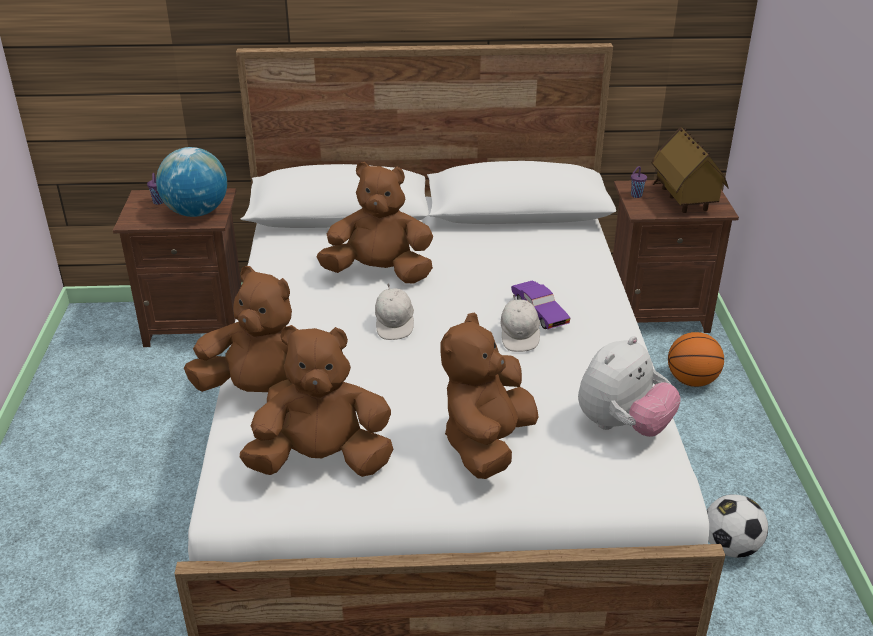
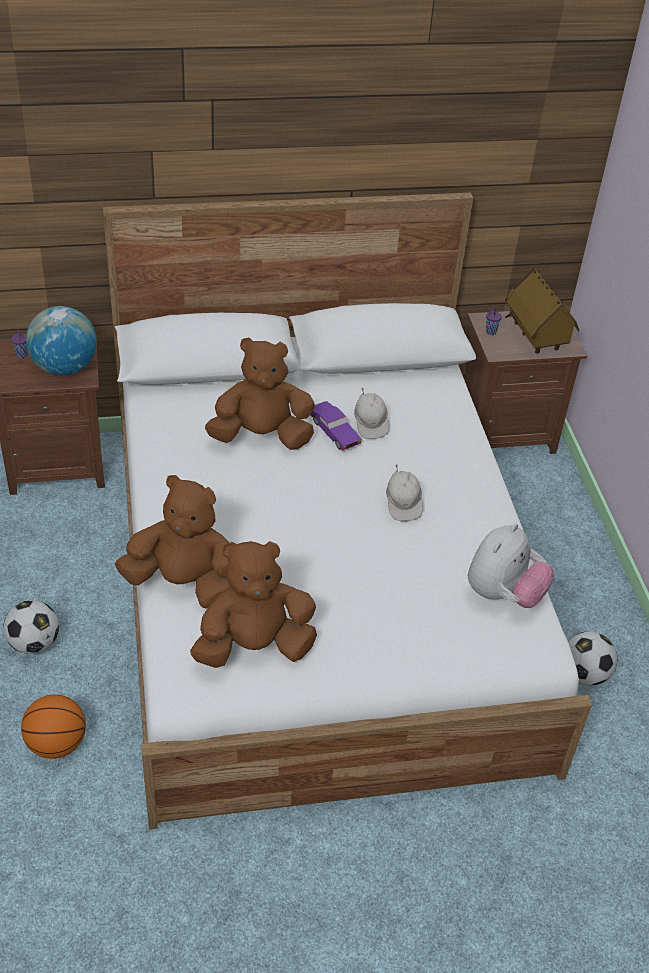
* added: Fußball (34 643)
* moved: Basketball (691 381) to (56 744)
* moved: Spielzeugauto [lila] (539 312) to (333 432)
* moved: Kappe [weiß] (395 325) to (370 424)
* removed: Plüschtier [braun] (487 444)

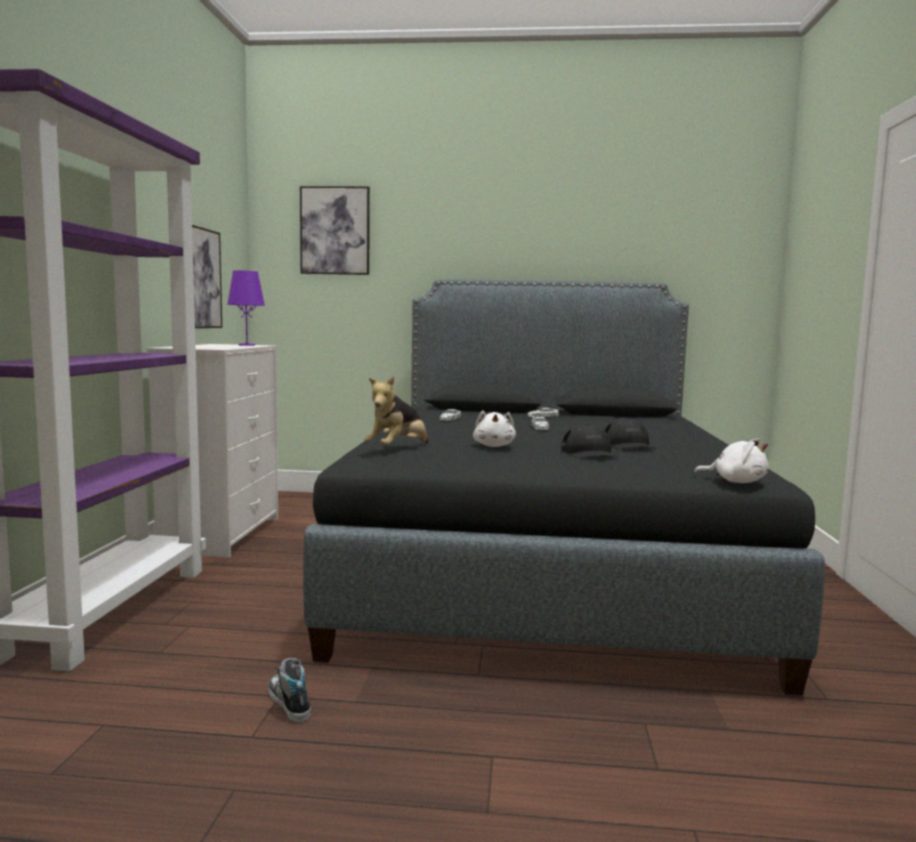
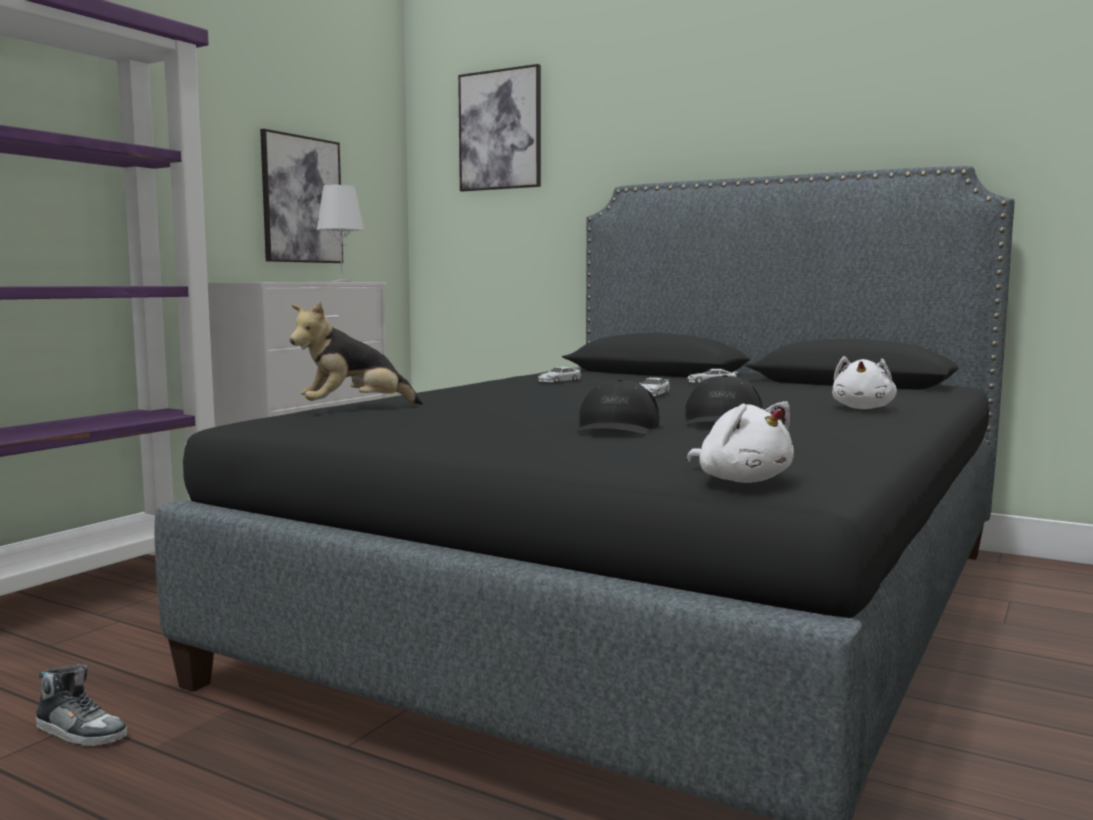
* turned: Schuh (289 703) = (81 732) 120 degrees clockwise
* recoloured: Tischlampe [lila] (247 345) to Tischlampe [weiß] (342 281)
* moved: Plüschtier [weiß] (494 446) to (863 408)

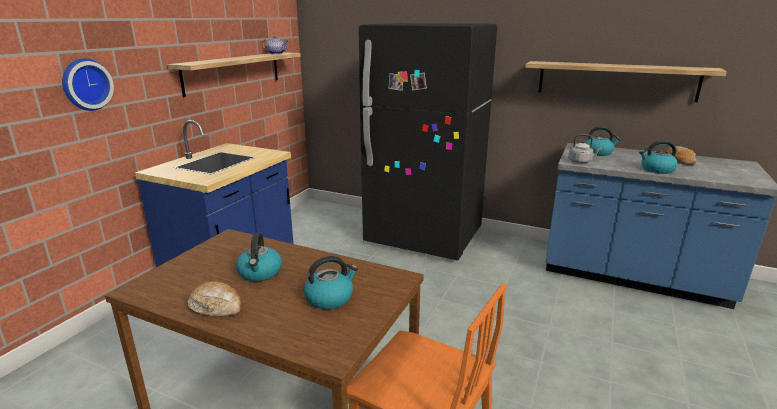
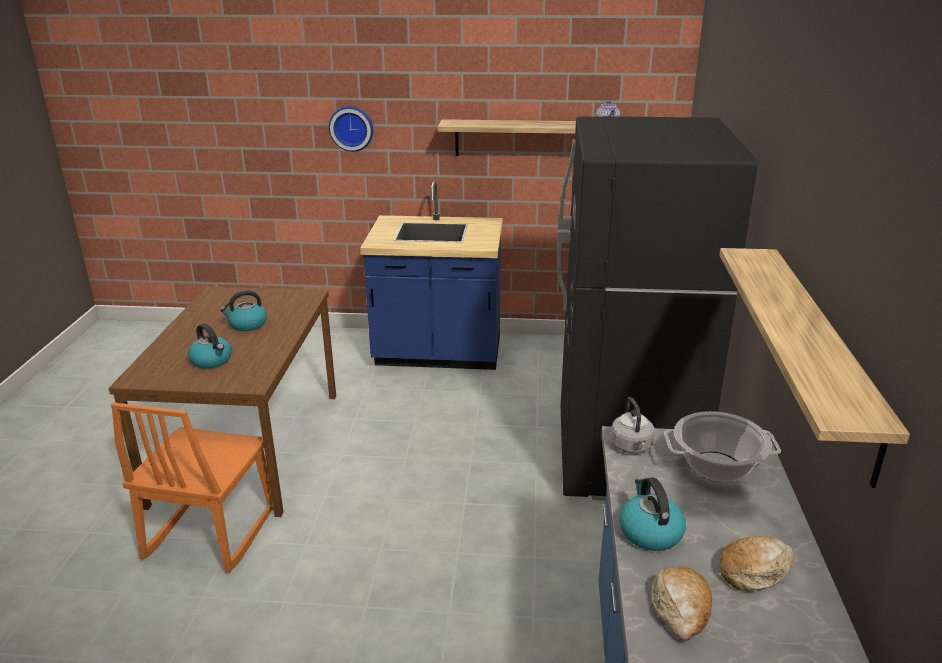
* moved: Brot (217 307) to (681 609)
* replaced: Wasserkessel (598 153) to Kochtopf (717 467)

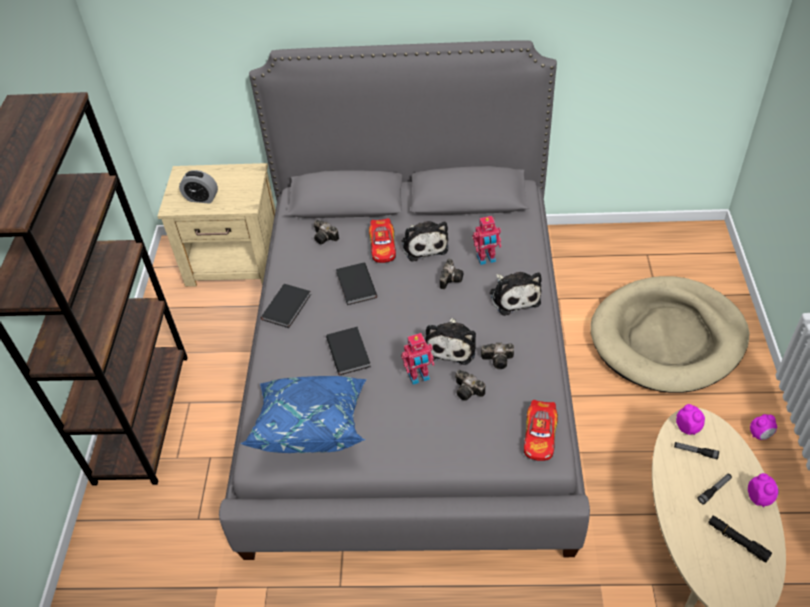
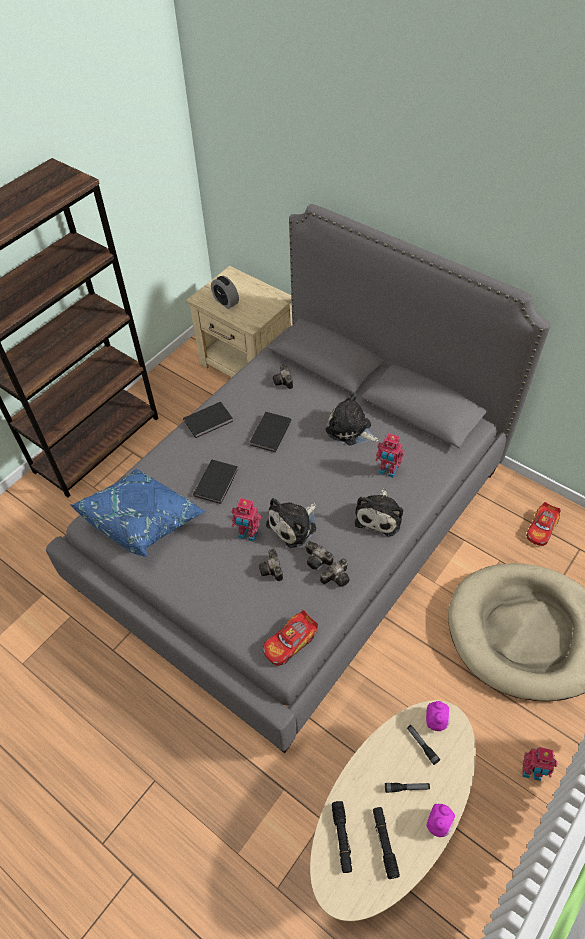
* moved: Kamera (450 278) to (337 577)
* turned: Plüschtier (424 245) = (350 430) 105 degrees clockwise
* added: Taschenlampe [schwarz] (342 838)
* replaced: Wecker (760 434) to Spielzeugroboter (531 772)
* moved: Spielzeugauto (383 246) to (541 528)

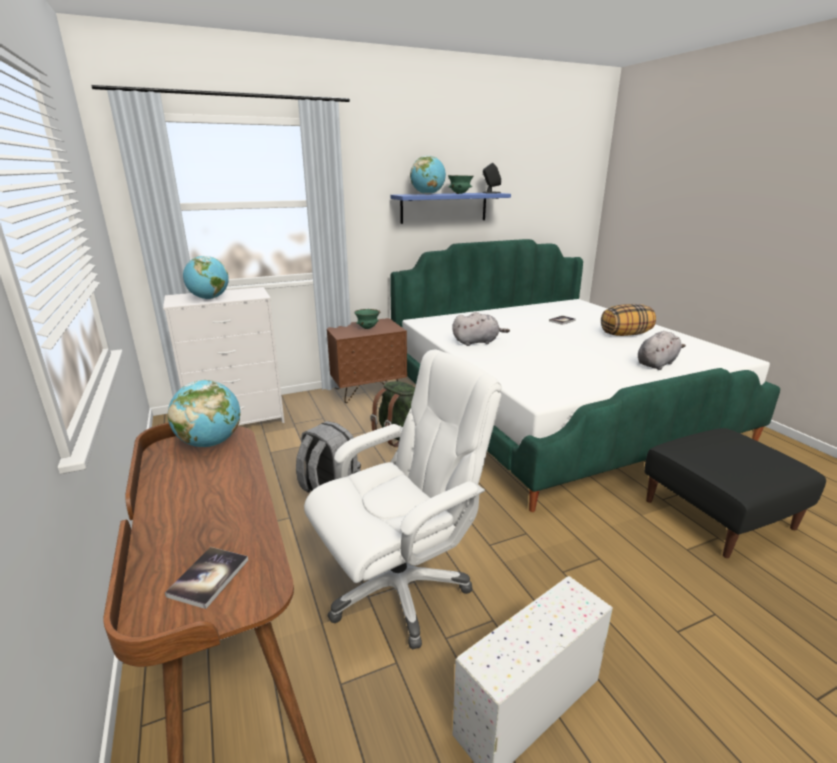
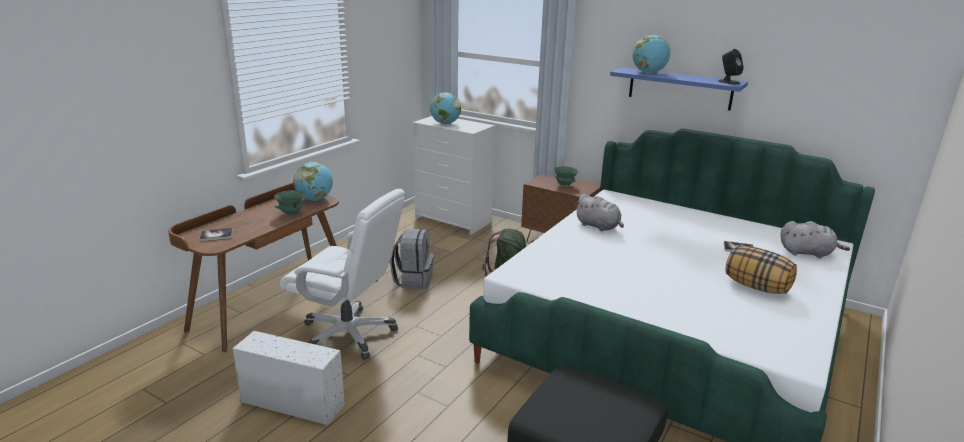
* moved: Schüssel [grün] (459 193) to (291 214)
* moved: Plüschtier [grau] (657 363) to (807 253)

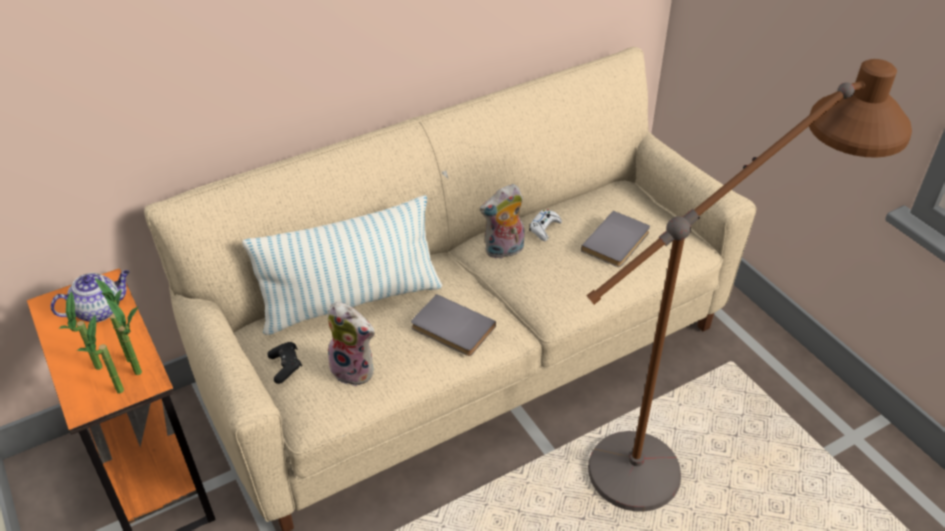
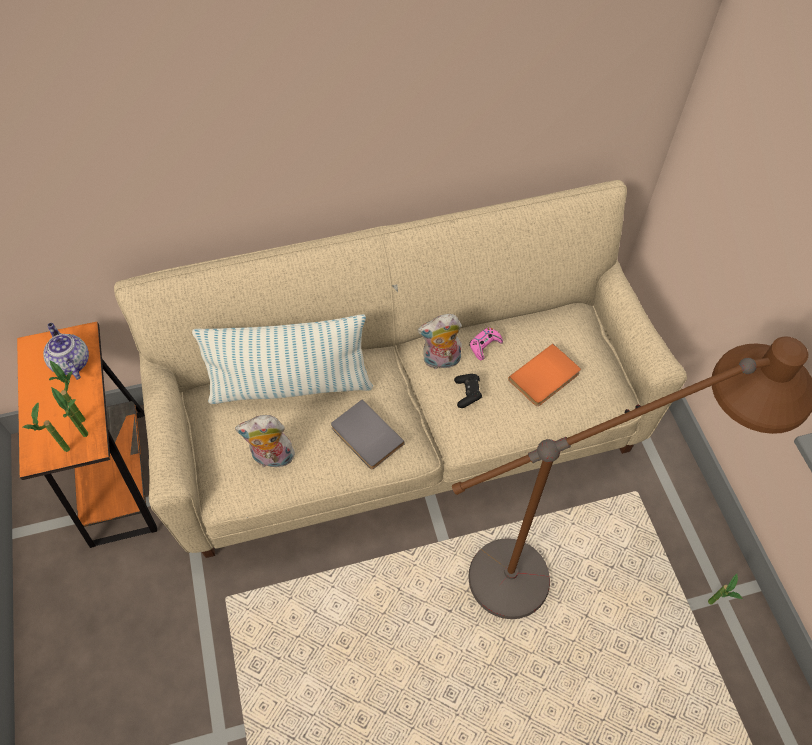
* turned: Teekanne (100 310) = (71 362) 105 degrees counterclockwise
* turned: Plüschtier (355 369) = (272 458) 135 degrees clockwise
* moved: Gamepad [schwarz] (286 367) to (468 393)
* recoloured: Gamepad [weiß] (544 228) to Gamepad [rosa] (484 345)
* recoloured: Buch [grau] (618 242) to Buch [orange] (546 378)
* moved: Topfpflanze (98 373) to (711 607)

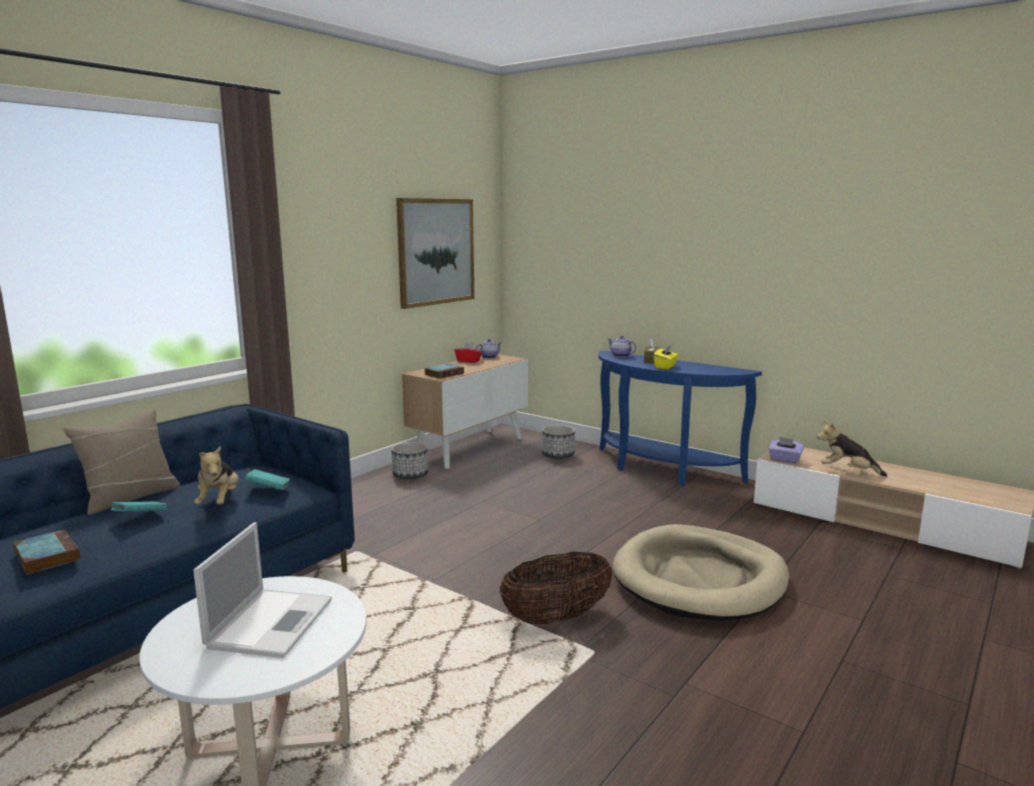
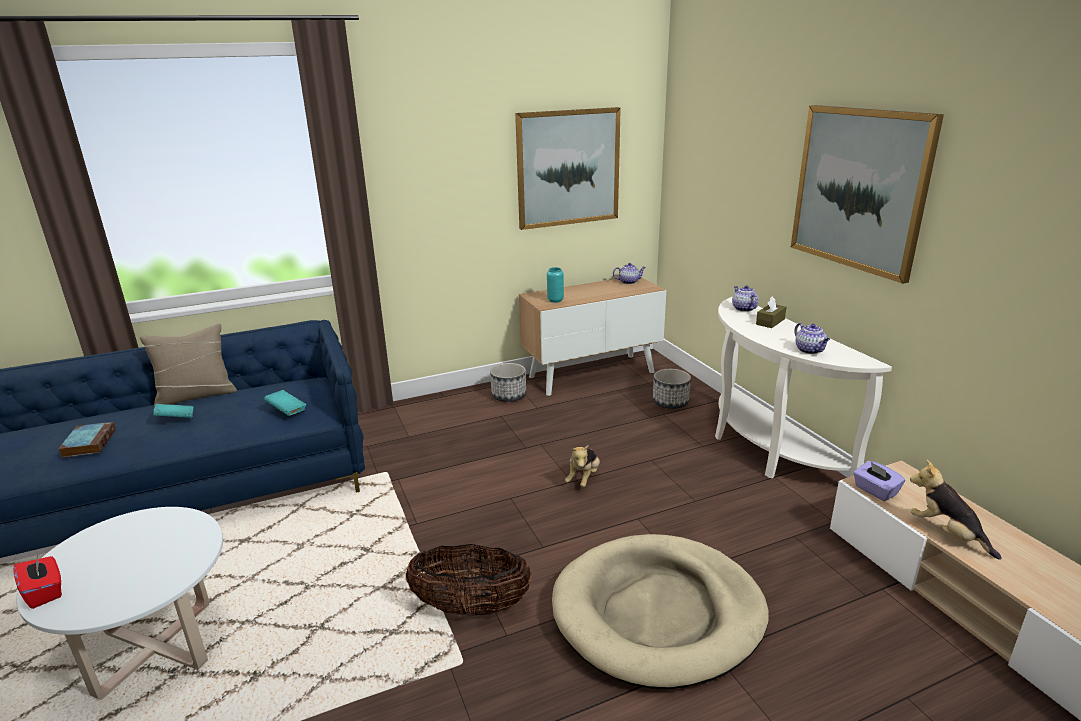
* moved: Taschentuchbox [rot] (468 361) to (45 592)
* replaced: Buch (444 374) to Vase [türkis] (555 300)
* moved: Plüschtier (220 501) to (583 478)
* recoloured: Konsolentisch [blau] (660 470) to Konsolentisch [weiß] (764 449)
* added: Bild (859 189)
* added: Teekanne (810 350)
* removed: Laptop (271 621)
* removed: Taschentuchbox [gelb] (665 367)

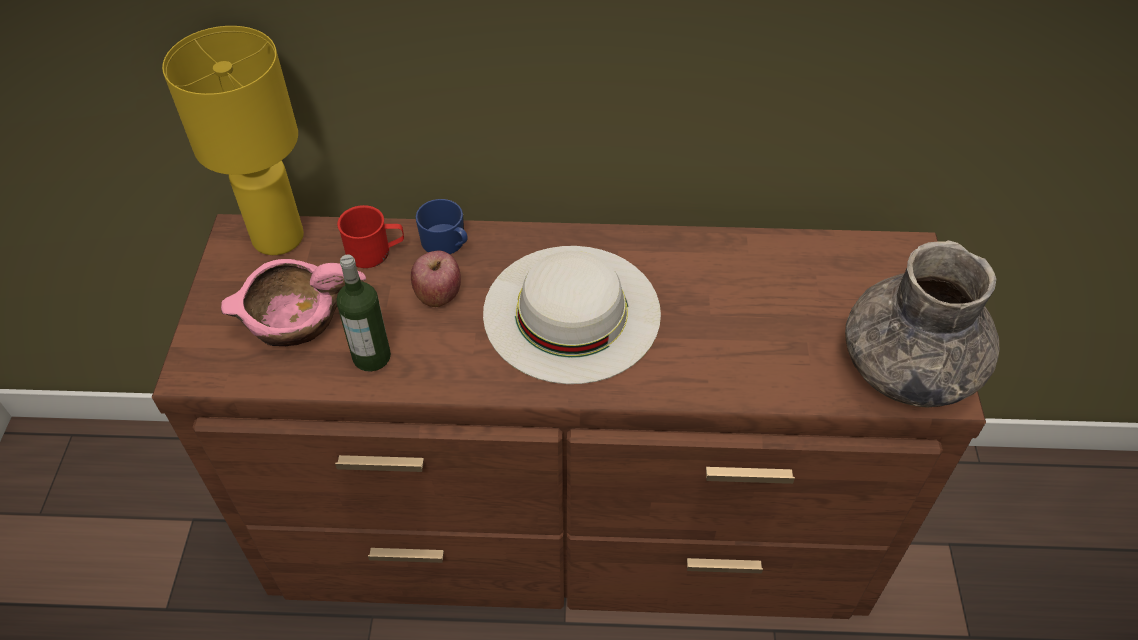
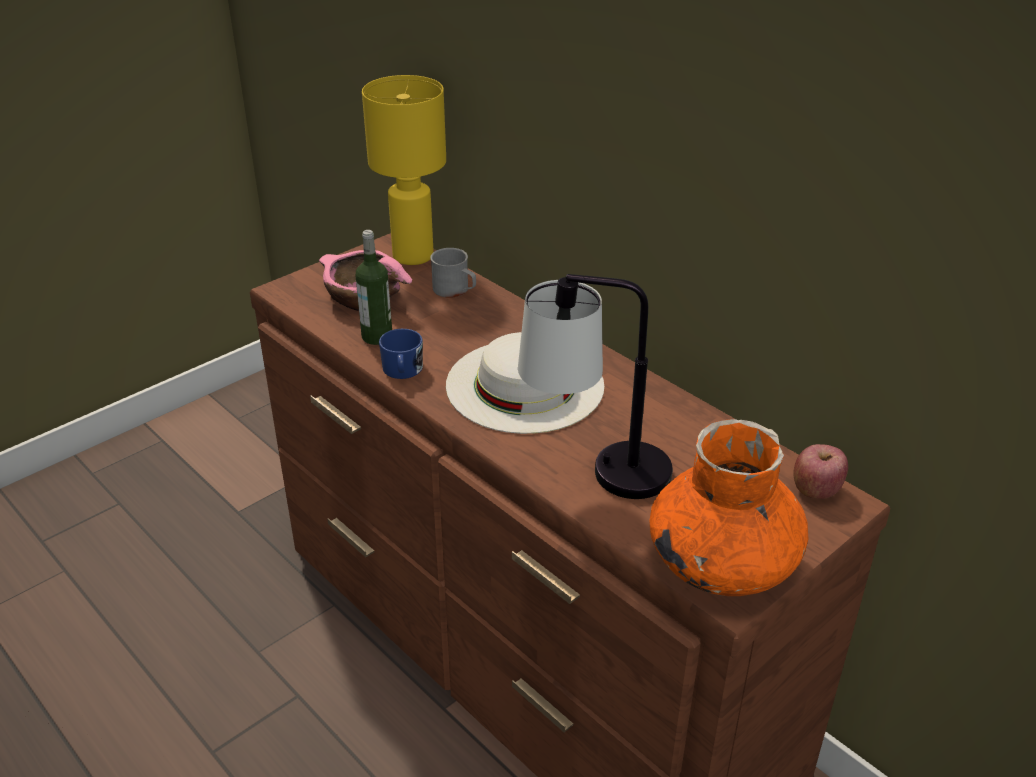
* moved: Henkelbecher [blau] (447 243) to (402 371)
* recoloured: Henkelbecher [rot] (375 252) to Henkelbecher [grau] (455 290)
* added: Tischlampe (595 473)
* recoloured: Vase [grau] (907 367) to Vase [orange] (722 562)
* moved: Apfel (438 294) to (816 490)

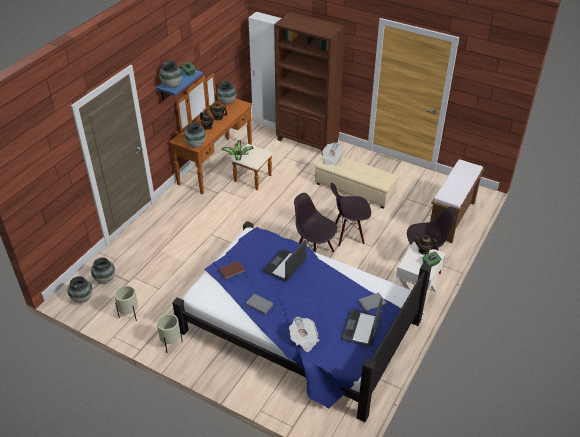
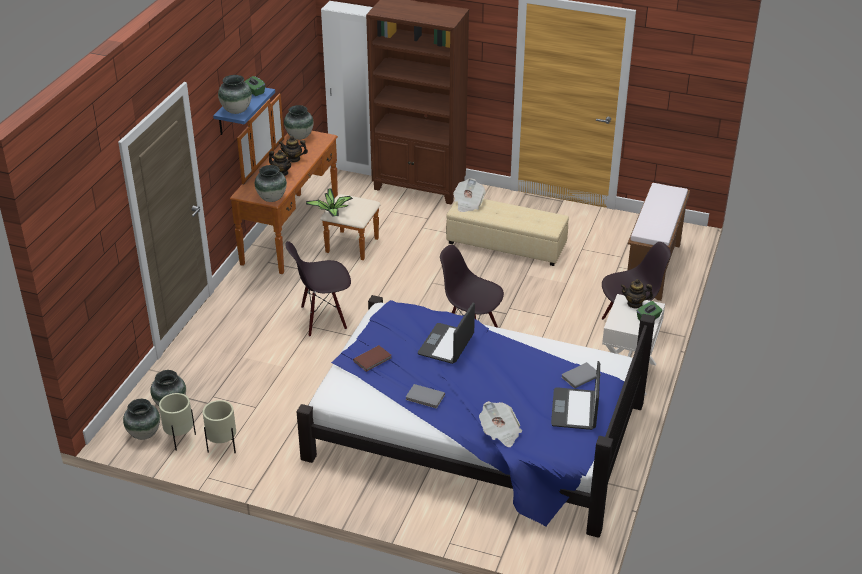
* moved: Pflanzkübel [beige] (171 344) to (180 439)
* moved: Stuhl [schwarz] (348 234) to (323 318)

